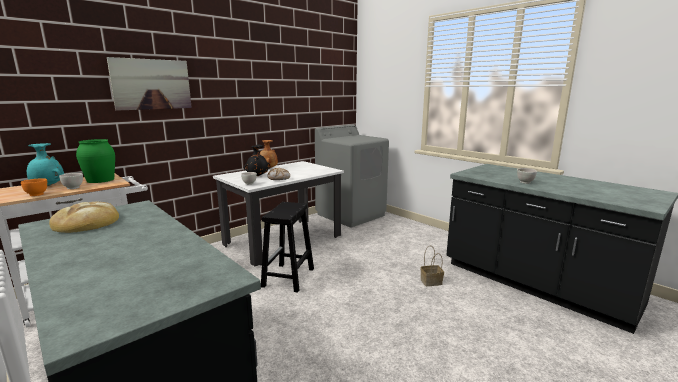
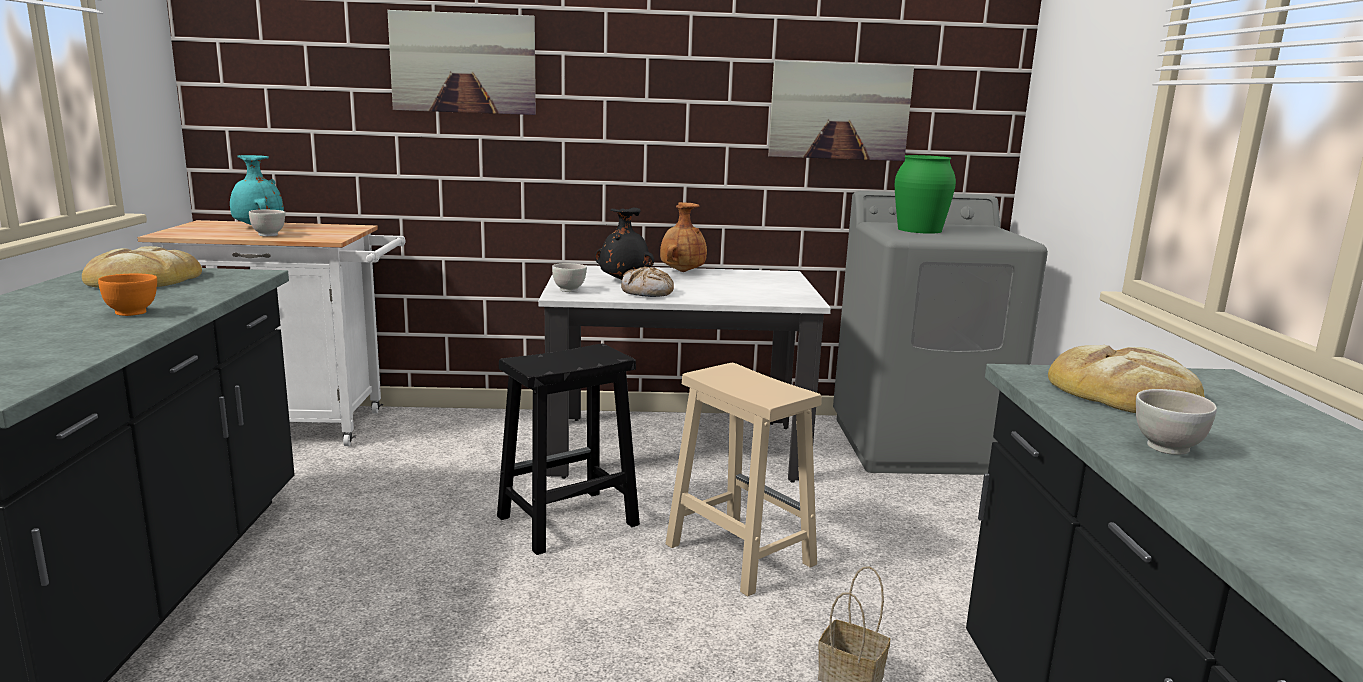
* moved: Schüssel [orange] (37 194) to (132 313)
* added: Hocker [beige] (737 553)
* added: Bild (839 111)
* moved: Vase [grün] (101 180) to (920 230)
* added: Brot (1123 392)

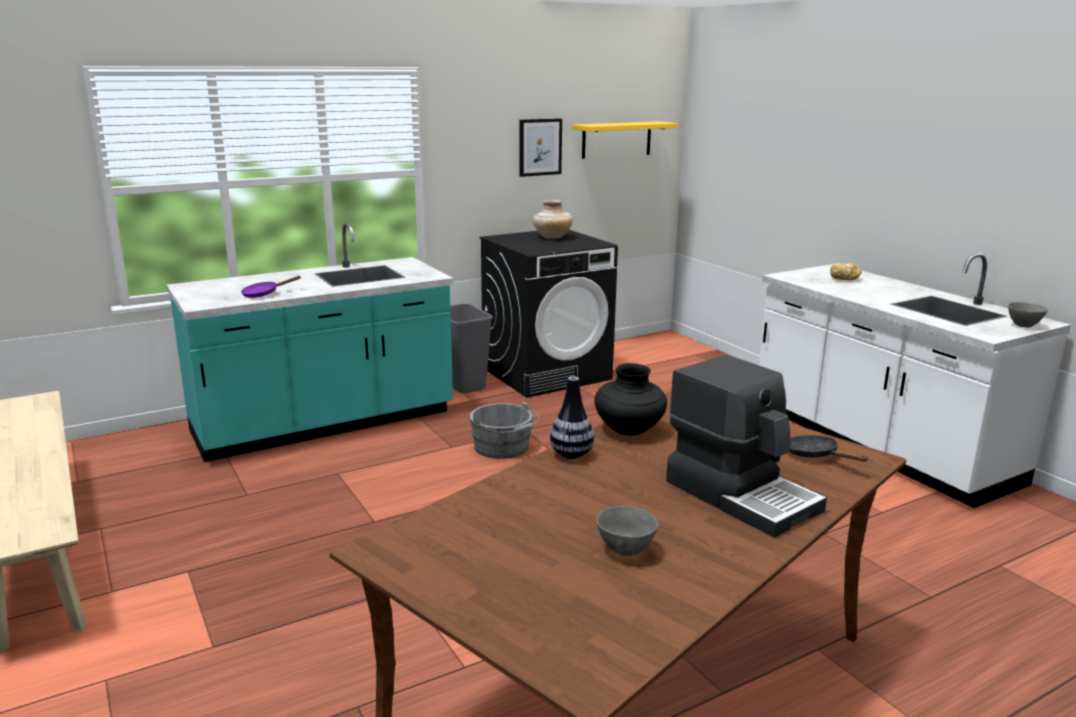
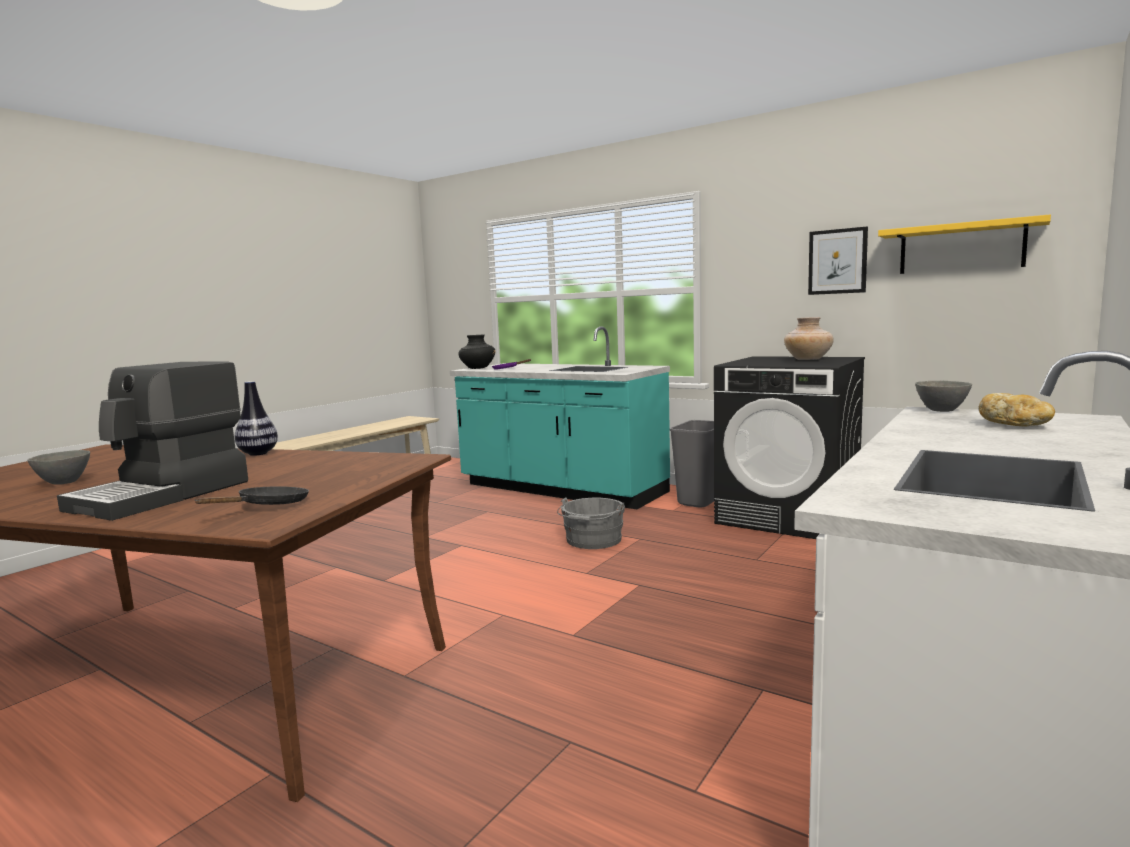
* moved: Vase [schwarz] (629 430) to (477 368)
* moved: Schüssel [grau] (1023 326) to (941 410)

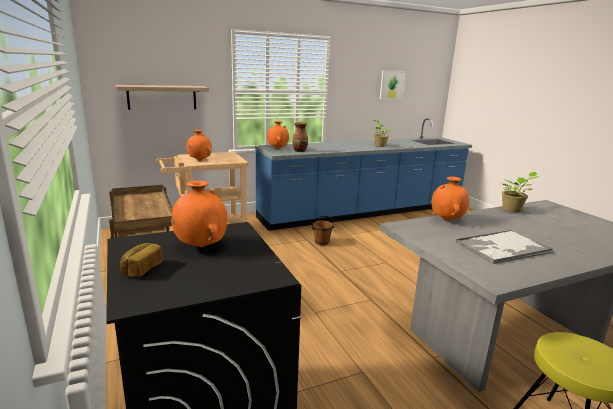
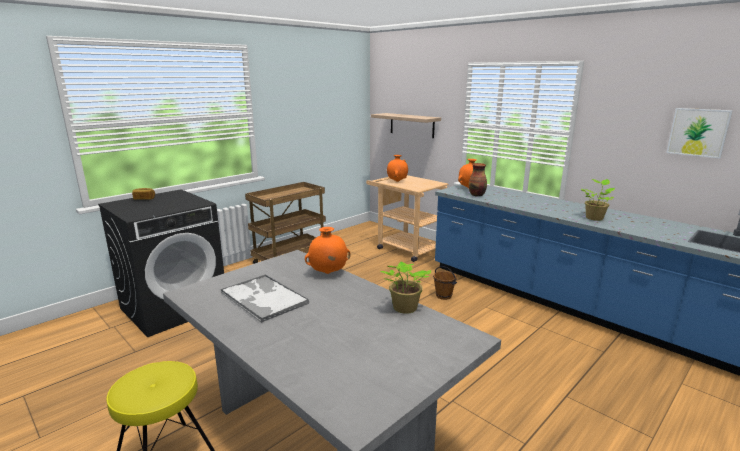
* removed: Vase [orange] (201 246)

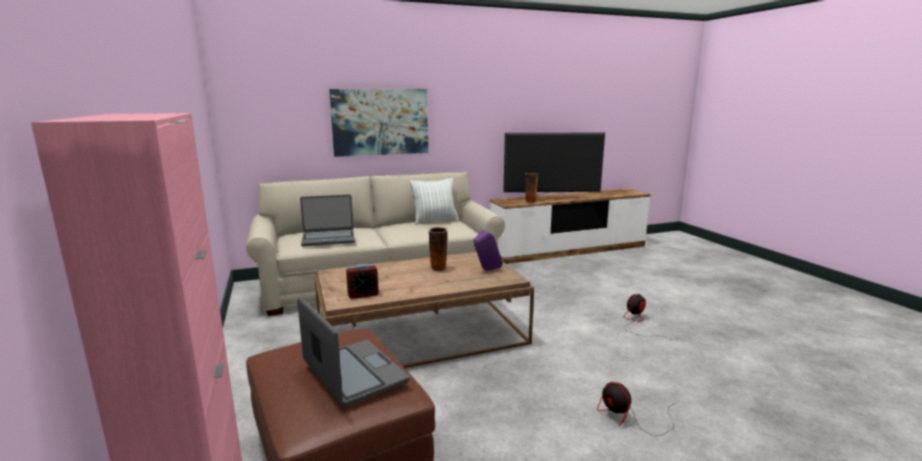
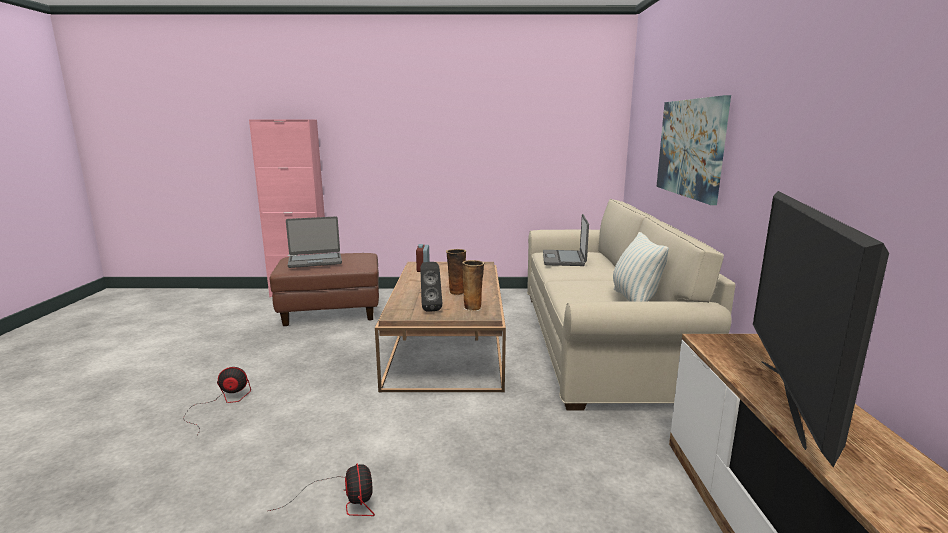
* recoloured: Lautsprecher [lila] (486 270) to Lautsprecher [schwarz] (430 308)
* moved: Vase (530 202) to (473 308)

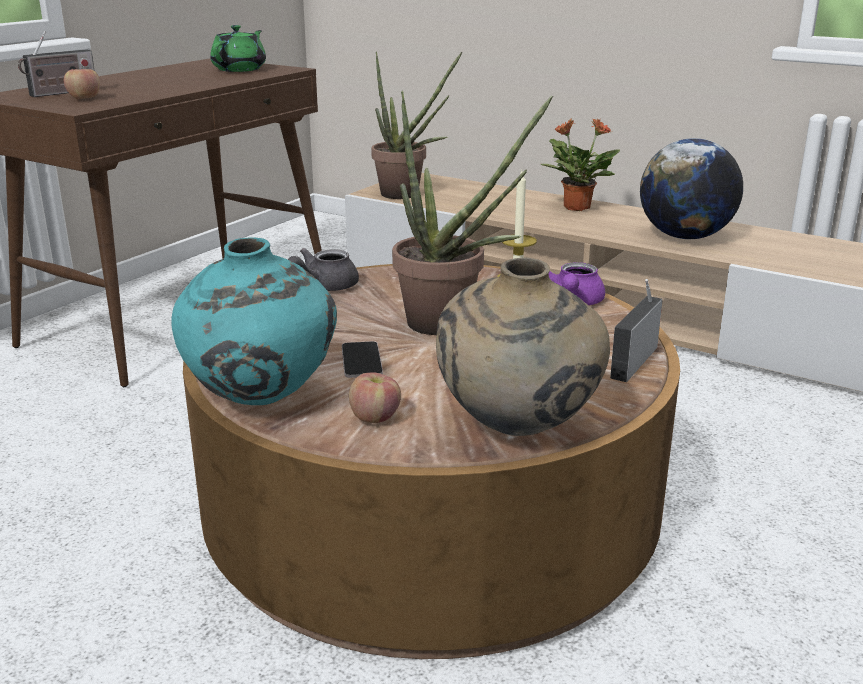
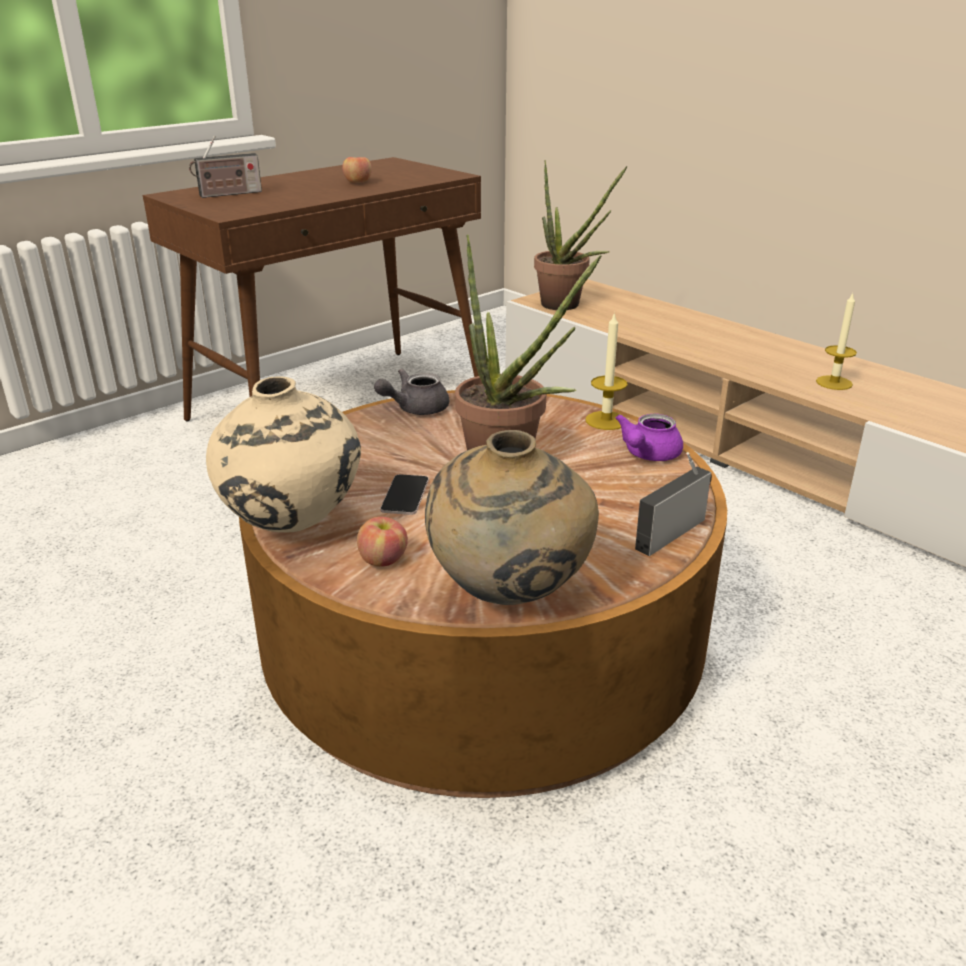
* recoloured: Vase [türkis] (262 401) to Vase [beige] (294 527)
* moved: Apfel (84 98) to (358 182)
* replaced: Globus (685 237) to Kerze (834 383)
* removed: Teekanne [grün] (240 69)
* removed: Topfpflanze (576 207)

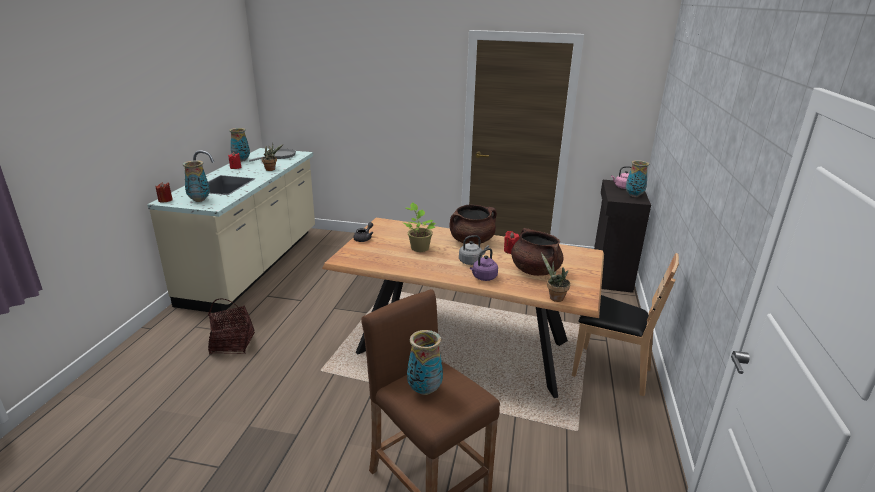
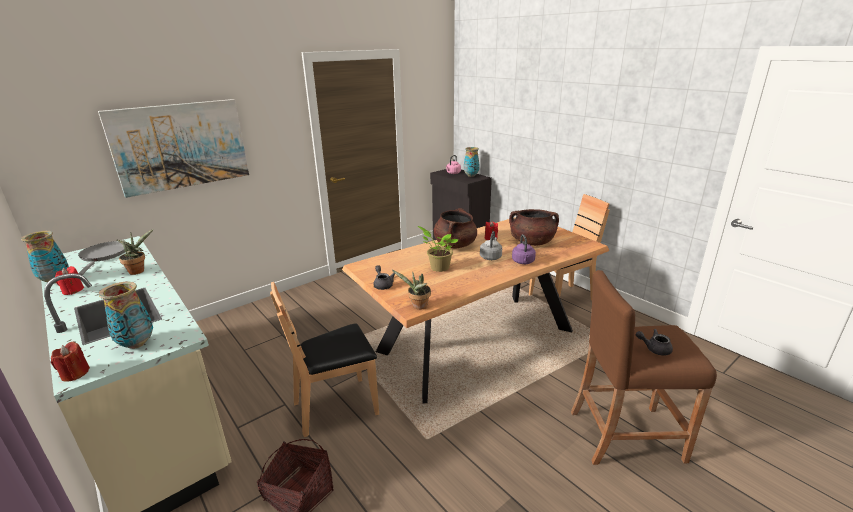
* added: Bild (181 146)
* added: Stuhl [braun] (336 407)
* moved: Topfpflanze (554 298) to (417 306)
* replaced: Vase (424 390) to Teekanne [grau] (654 348)

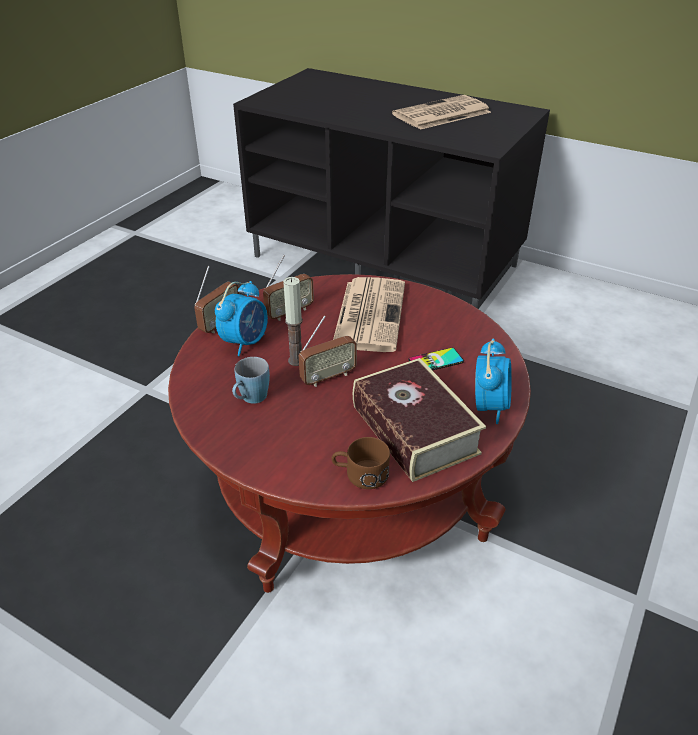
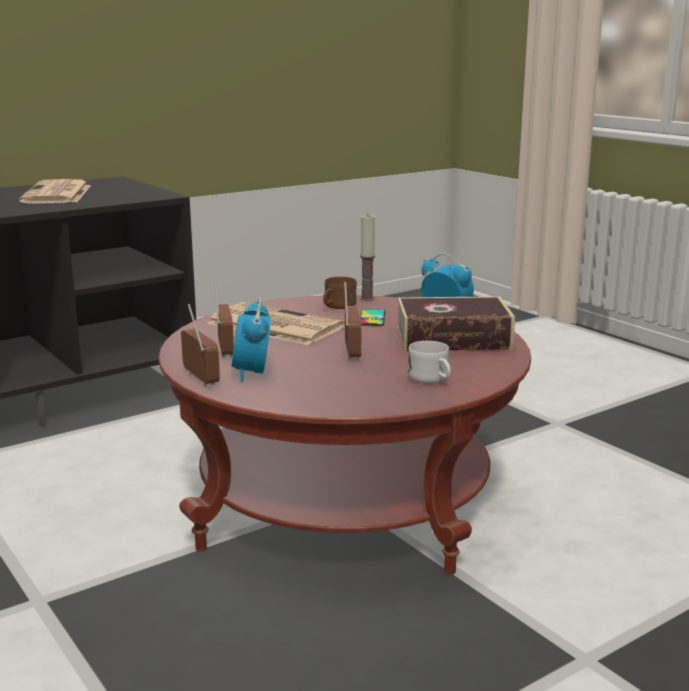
* turned: Wecker (245 342) = (252 373) 150 degrees counterclockwise
* moved: Henkelbecher [braun] (360 474) to (337 306)
* moved: Kerze (296 360) to (367 298)
* added: Henkelbecher [weiß] (432 379)
* removed: Henkelbecher [blau] (250 399)

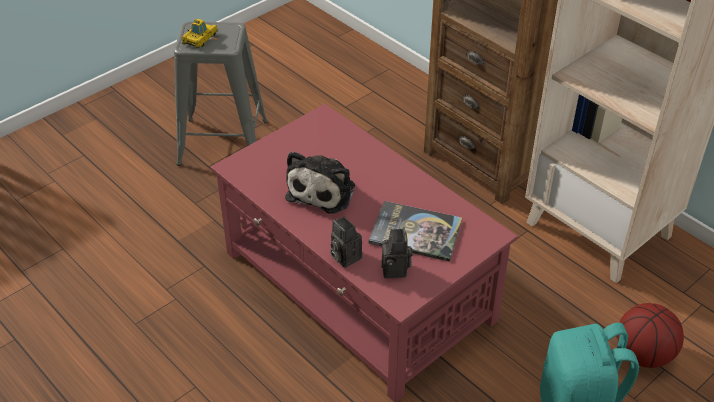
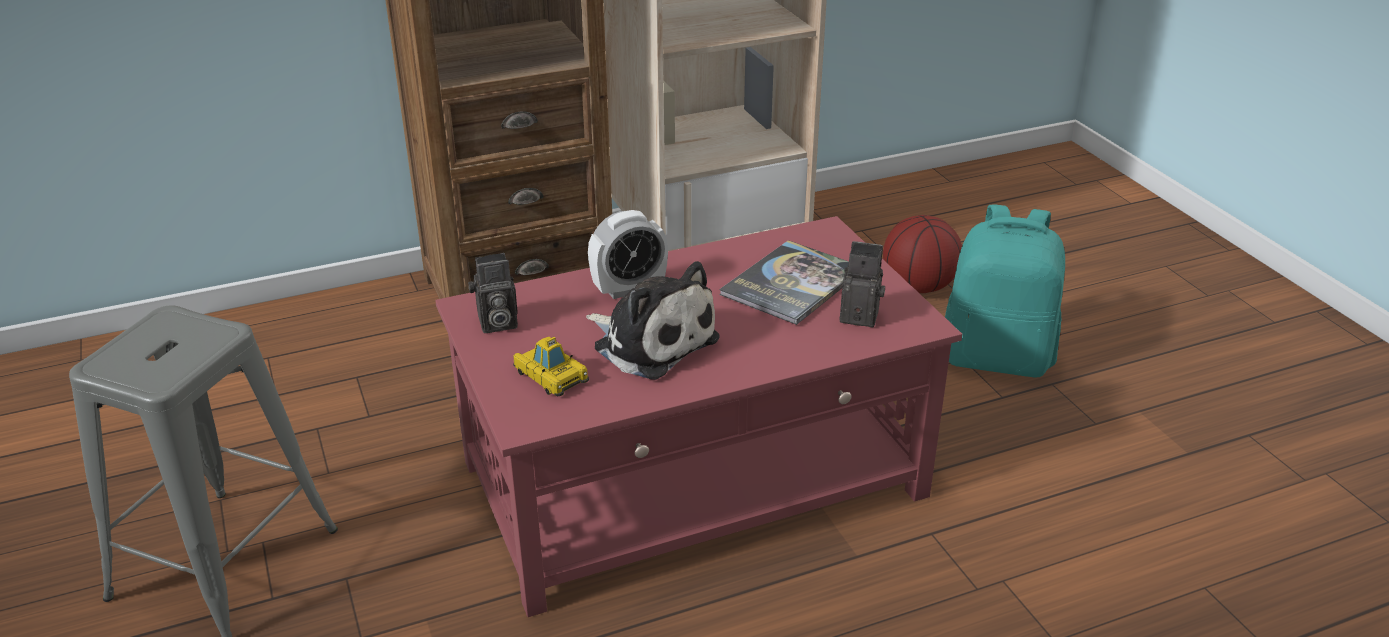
* moved: Kamera (344 256) to (496 324)
* moved: Spielzeugauto (200 38) to (551 376)
* added: Wecker (629 288)

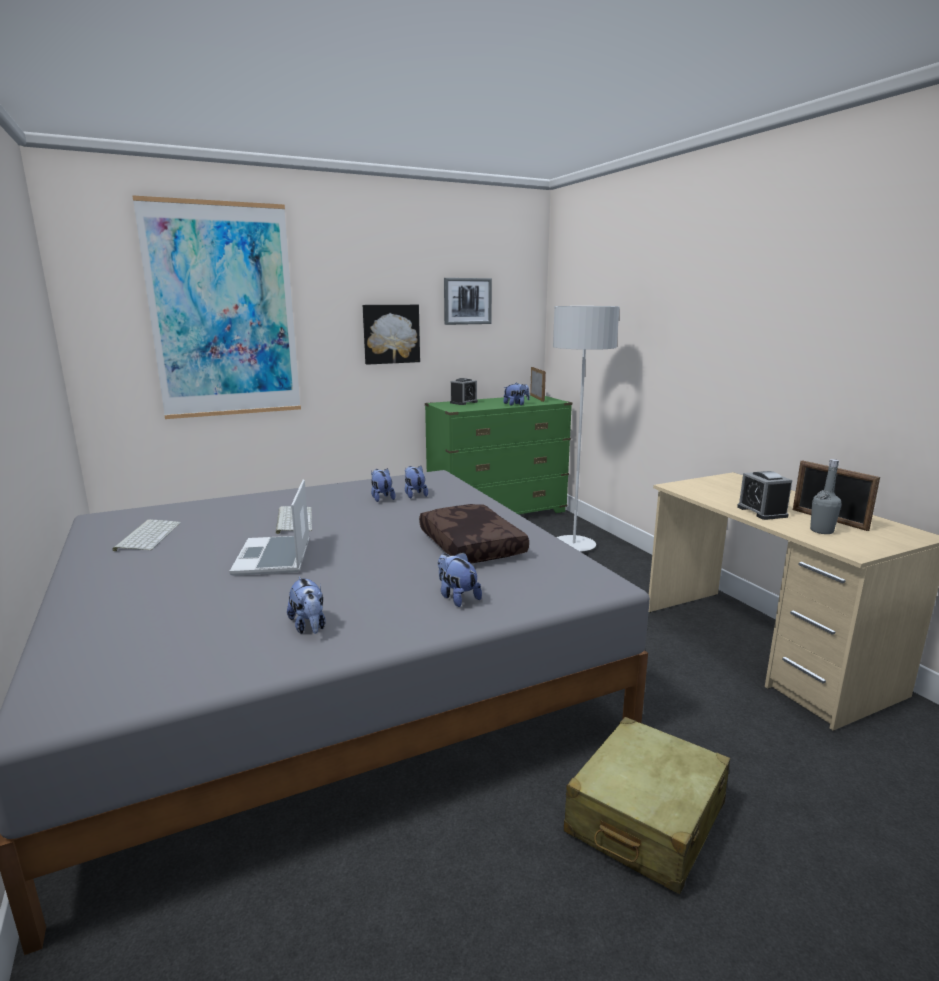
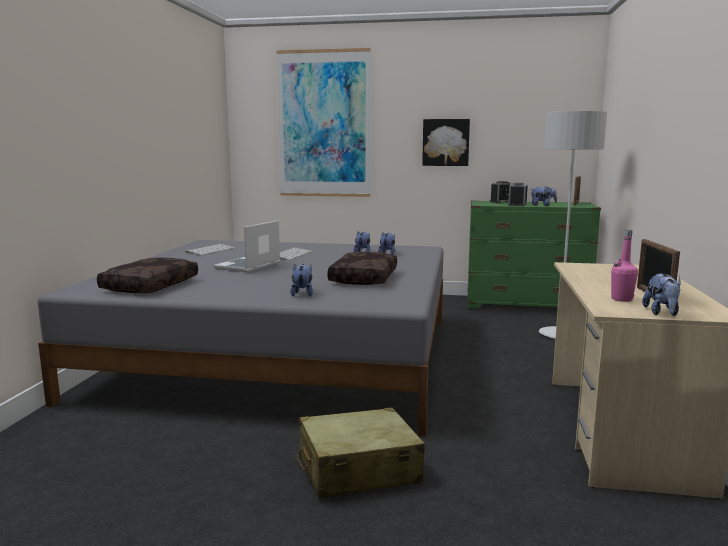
* added: Kissen [braun] (150 285)
* moved: Wecker (762 512) to (517 204)
* recoloured: Flasche [grau] (821 531) to Flasche [rosa] (621 299)
* moved: Plüschtier (309 626) to (662 313)
* removed: Bild (467 301)

